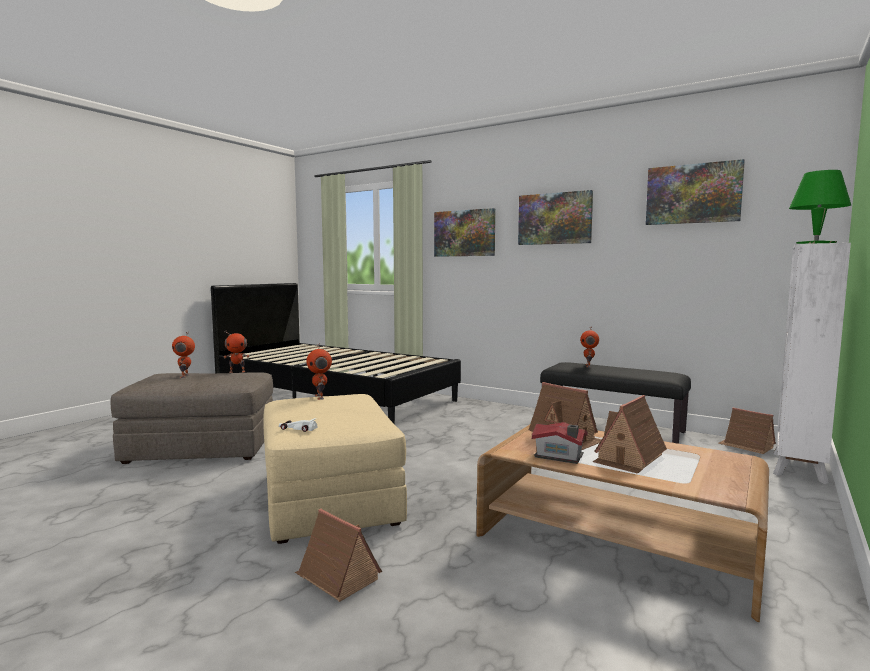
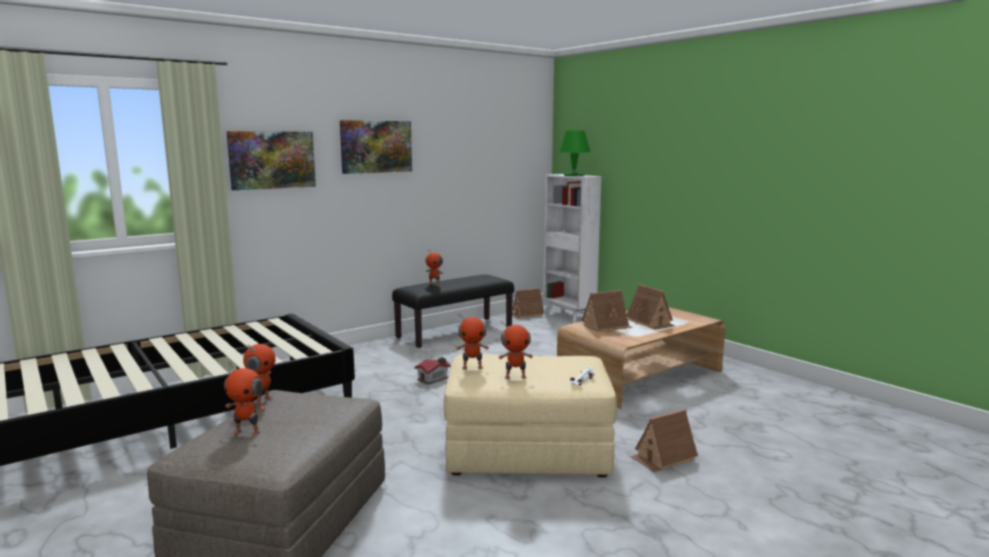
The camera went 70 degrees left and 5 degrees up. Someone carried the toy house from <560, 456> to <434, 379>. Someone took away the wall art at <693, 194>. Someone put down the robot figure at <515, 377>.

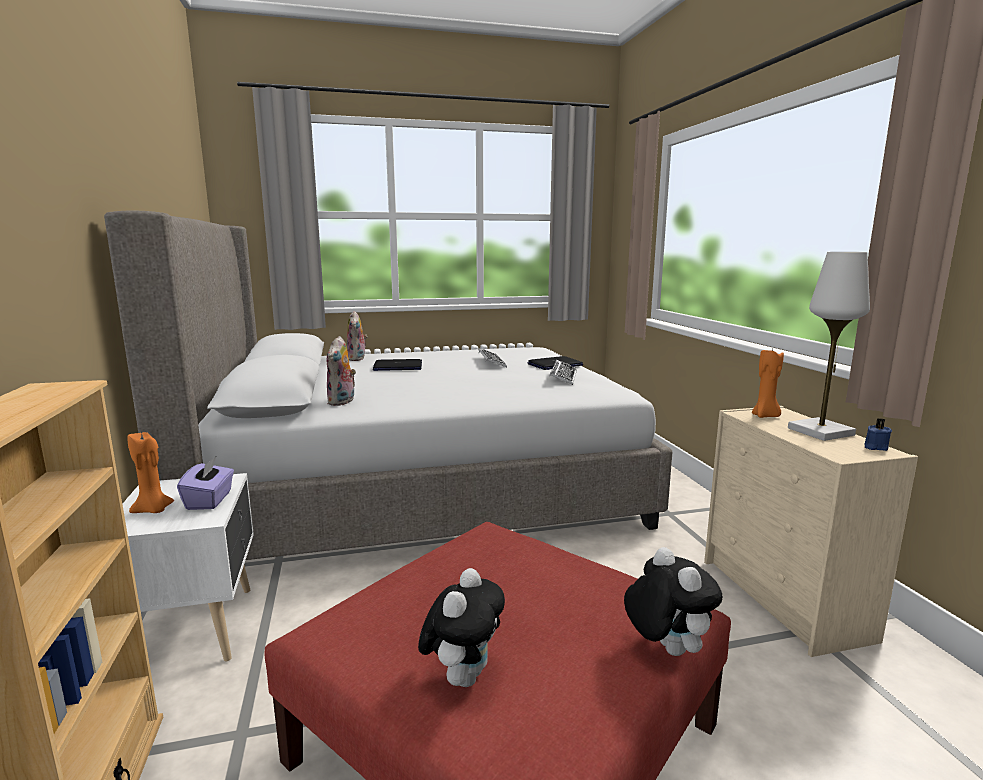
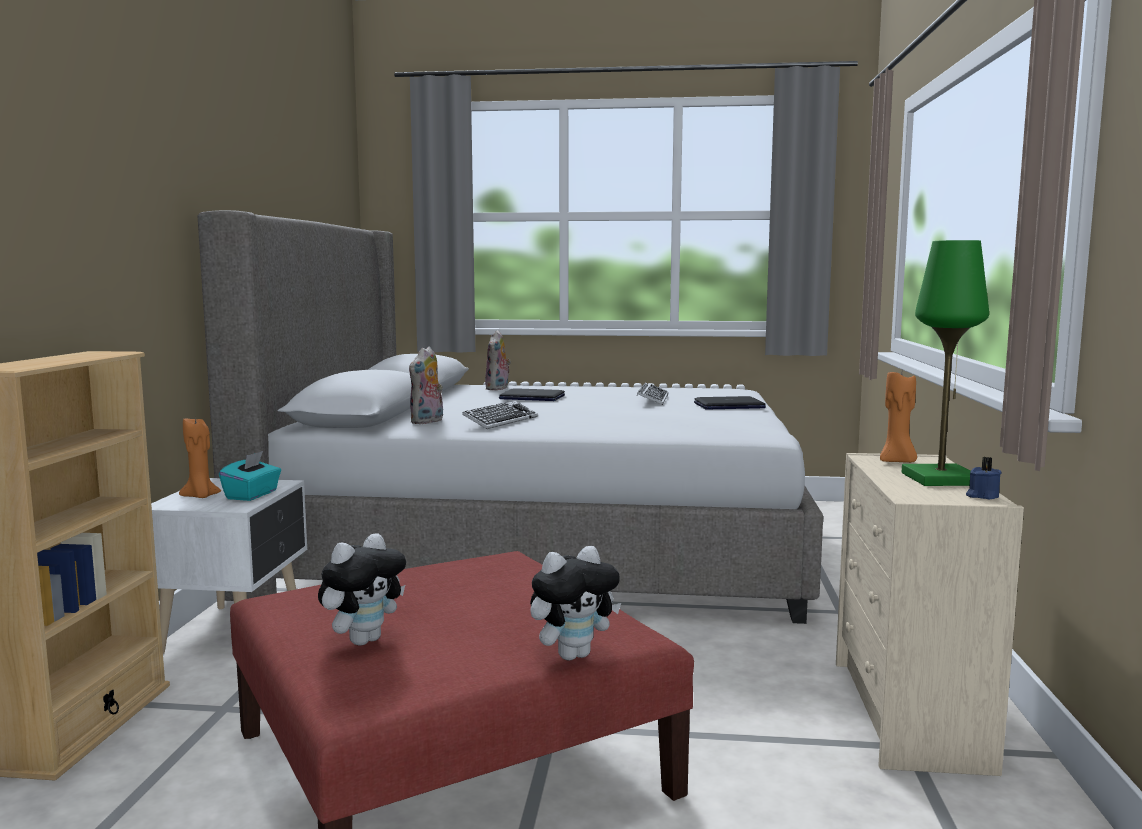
The camera went 20 degrees right and 5 degrees down. Someone repainted the purple-coloured tissue holder at <210, 500>, which became the turquoise-coloured tissue holder at <252, 495>. Someone carried the PC keyboard from <563, 376> to <500, 421>. Someone rotated the plush toy at <665, 648> by 60 degrees clockwise. Someone repainted the whitish table lamp at <820, 432>, which became the green table lamp at <940, 479>.

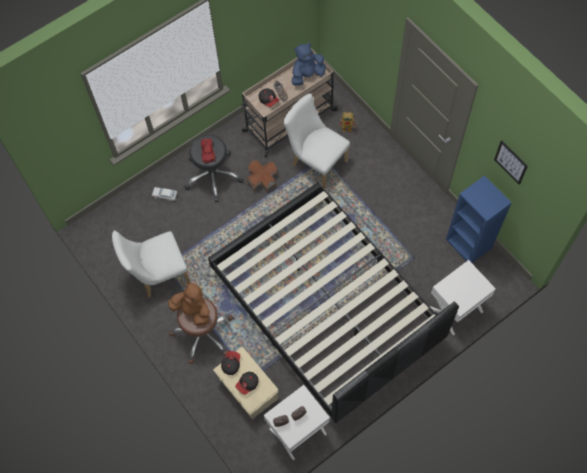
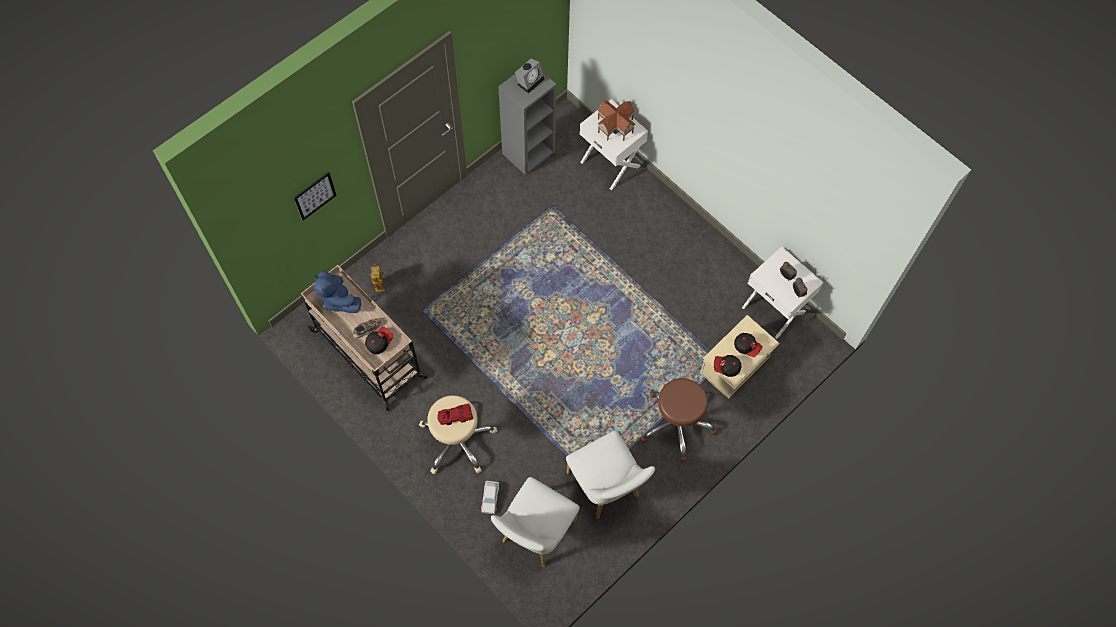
The camera went 100 degrees left and 0 degrees up. Someone took away the brown-coloured plush toy at <193, 310>. Someone repainted the black stool seat at <213, 176>, which became the sand-coloured stool seat at <457, 440>. Someone took away the black sleeping bed at <325, 306>. Someone carried the toy house from <262, 180> to <616, 126>. Someone carried the whitish plain chair from <316, 161> to <535, 535>. Someone repainted the blue bookshelf at <469, 243>, which became the grey bookshelf at <528, 152>. Someone carried the wall art from <511, 162> to <315, 196>. Someone put down the table clock at <530, 80>.

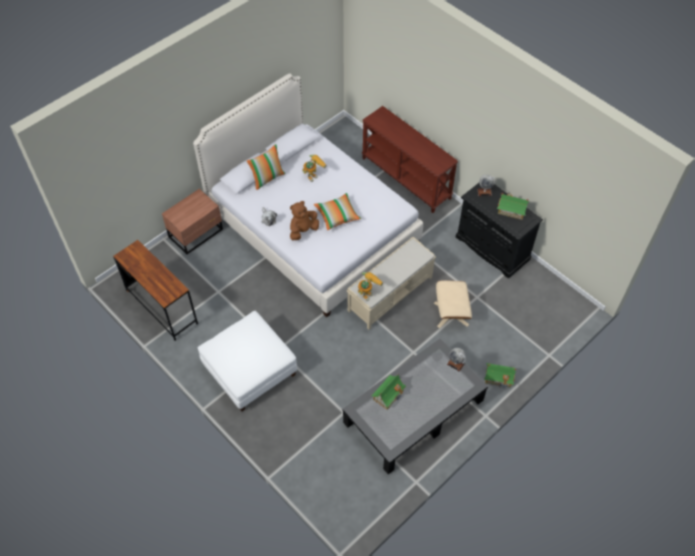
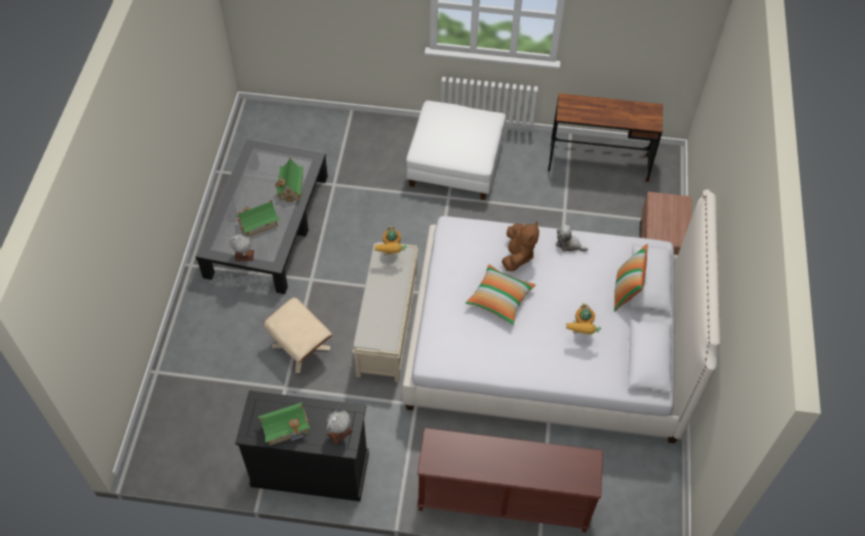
The camera went 140 degrees right and 0 degrees up. Someone carried the toy house from <498, 378> to <258, 224>.

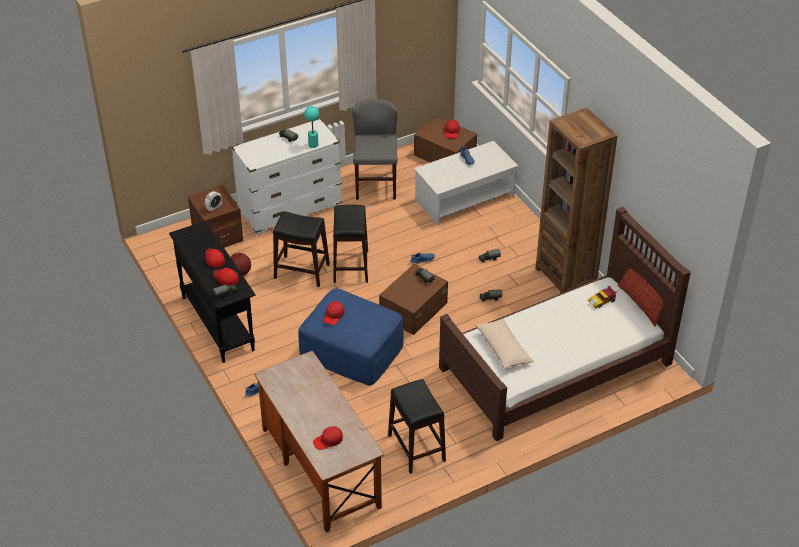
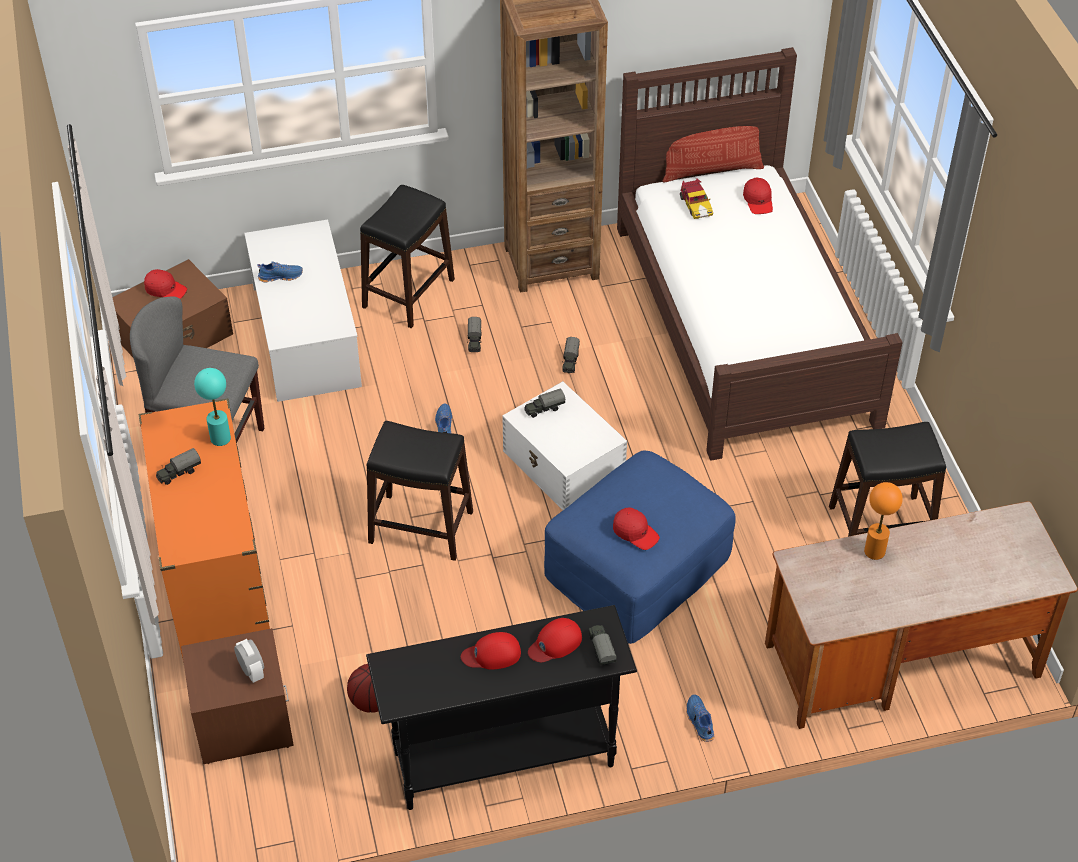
The camera went 75 degrees left and 5 degrees up. Someone repainted the whitish chest of drawers at <290, 209>, which became the orange chest of drawers at <218, 589>. Someone carried the black stool seat from <301, 271> to <408, 293>. Someone carried the red peaked cap from <328, 440> to <758, 200>. Someone repainted the brown-coloured storage bin at <412, 310>, which became the whitish storage bin at <564, 465>. Someone took away the sand-coloured cushion at <503, 348>. Someone put down the orange table lamp at <875, 551>.

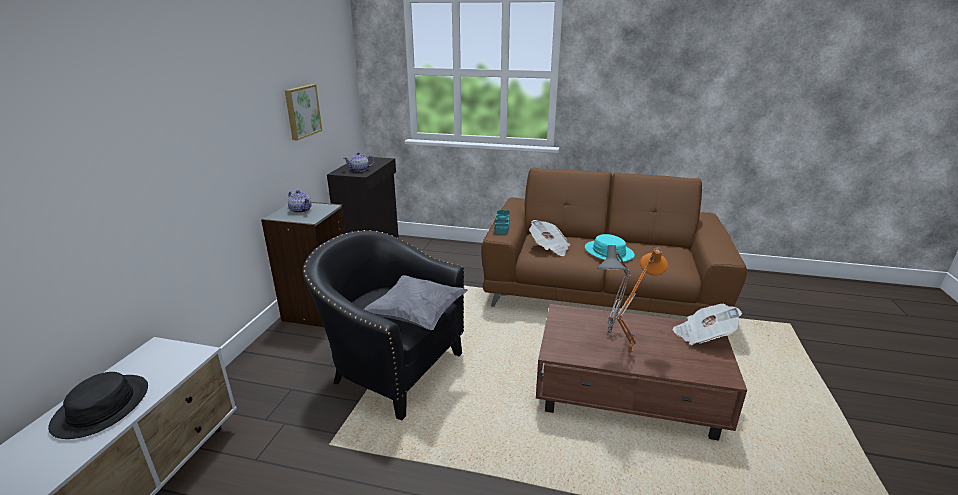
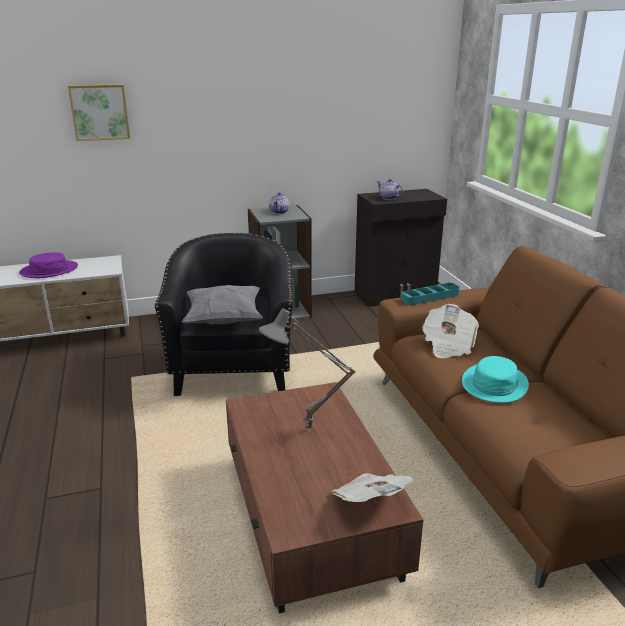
The camera went 60 degrees right and 0 degrees up. Someone repainted the black clothing hat at <101, 407>, which became the purple-coloured clothing hat at <49, 270>. Someone carried the wall art from <301, 111> to <100, 112>. Someone took away the orange table lamp at <628, 353>.

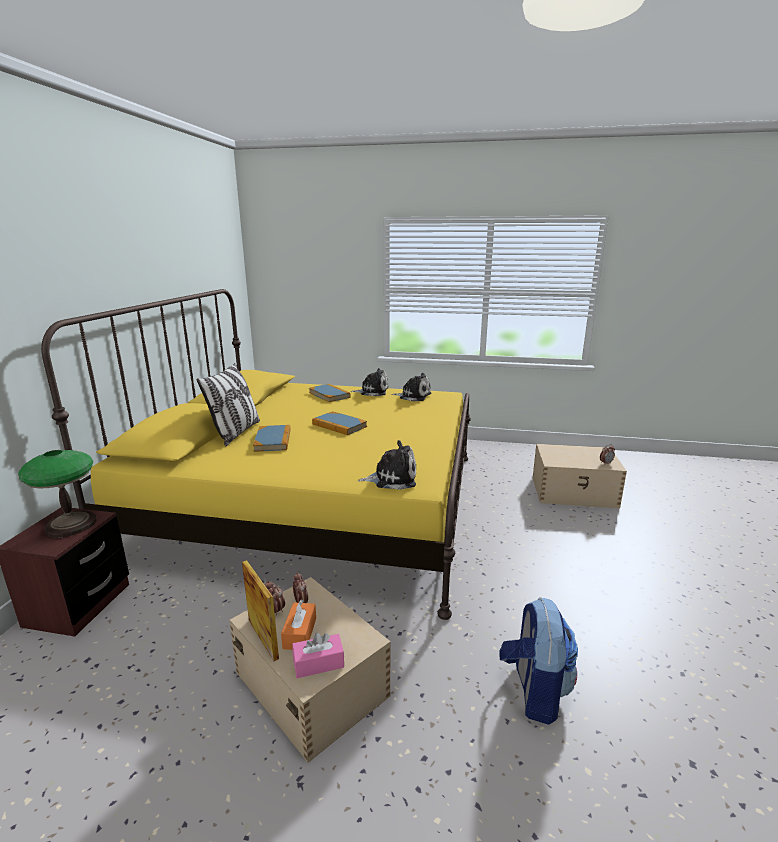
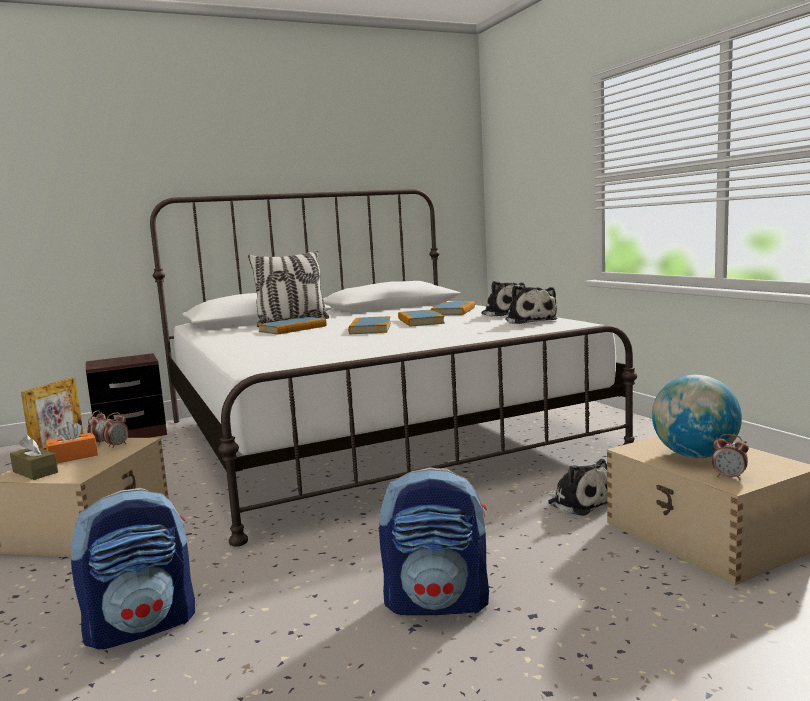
The camera went 55 degrees right and 10 degrees down. Someone took away the table lamp at <70, 525>. Someone repainted the yellow sleeping bed at <316, 504>, which became the whitish sleeping bed at <372, 434>. Someone repainted the pink-coloured tissue holder at <318, 663>, which became the brown-coloured tissue holder at <35, 472>. Someone carried the plush toy from <392, 478> to <578, 502>. Someone put down the rucksack at <438, 602>. Someone put down the bound book at <420, 321>. Someone put down the globe at <695, 456>.

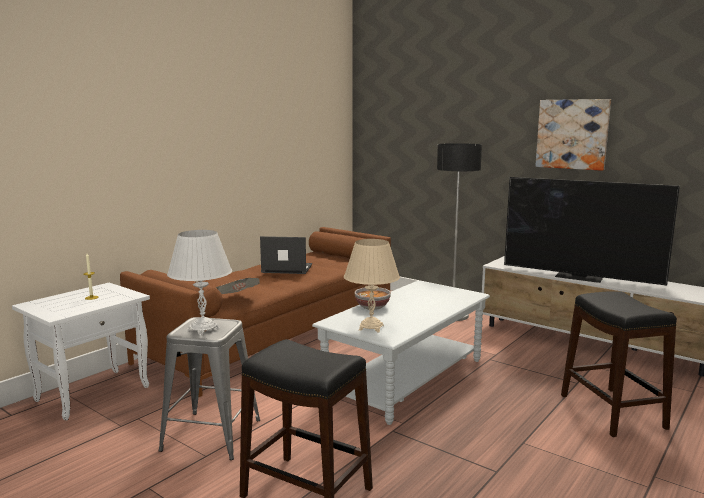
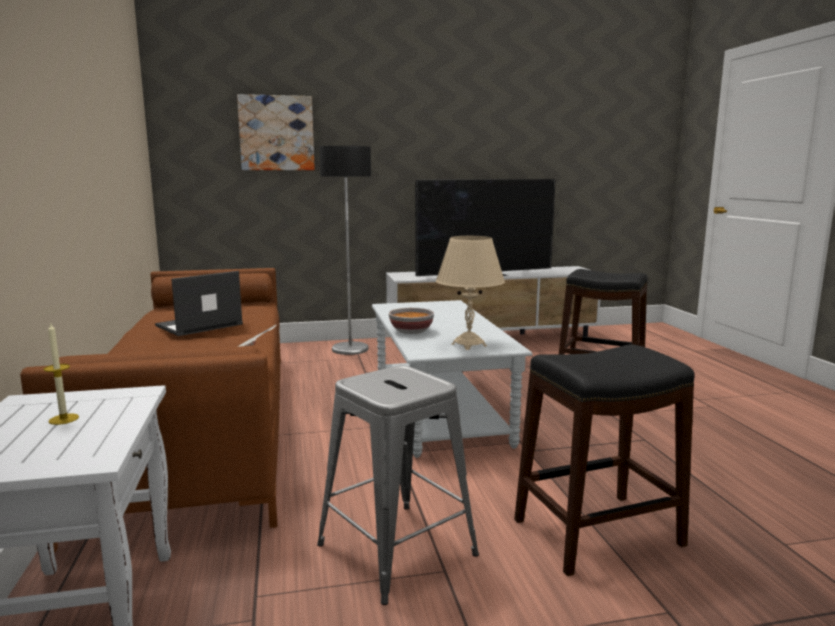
The camera went 50 degrees left and 0 degrees up. Someone took away the whitish table lamp at <203, 329>. Someone carried the wall art from <572, 134> to <276, 133>.

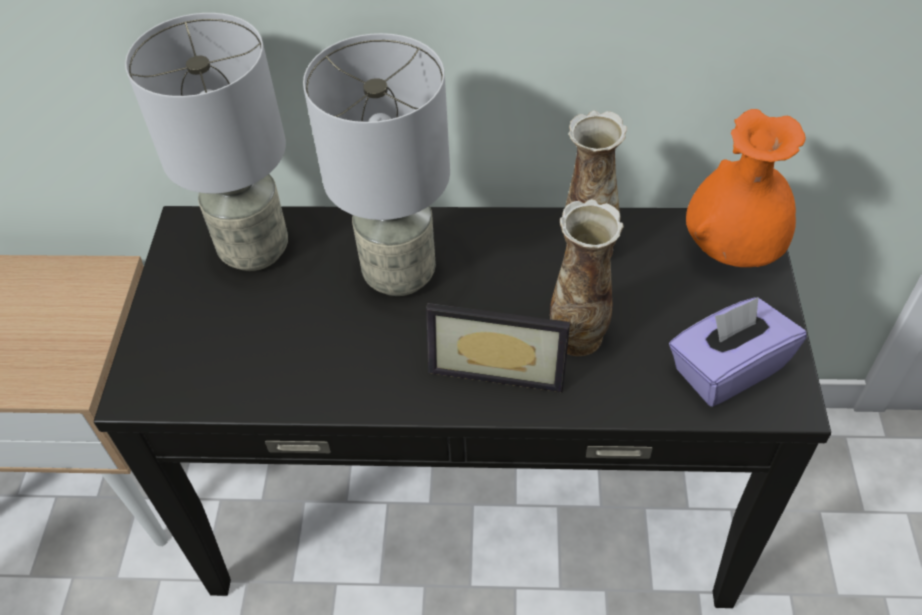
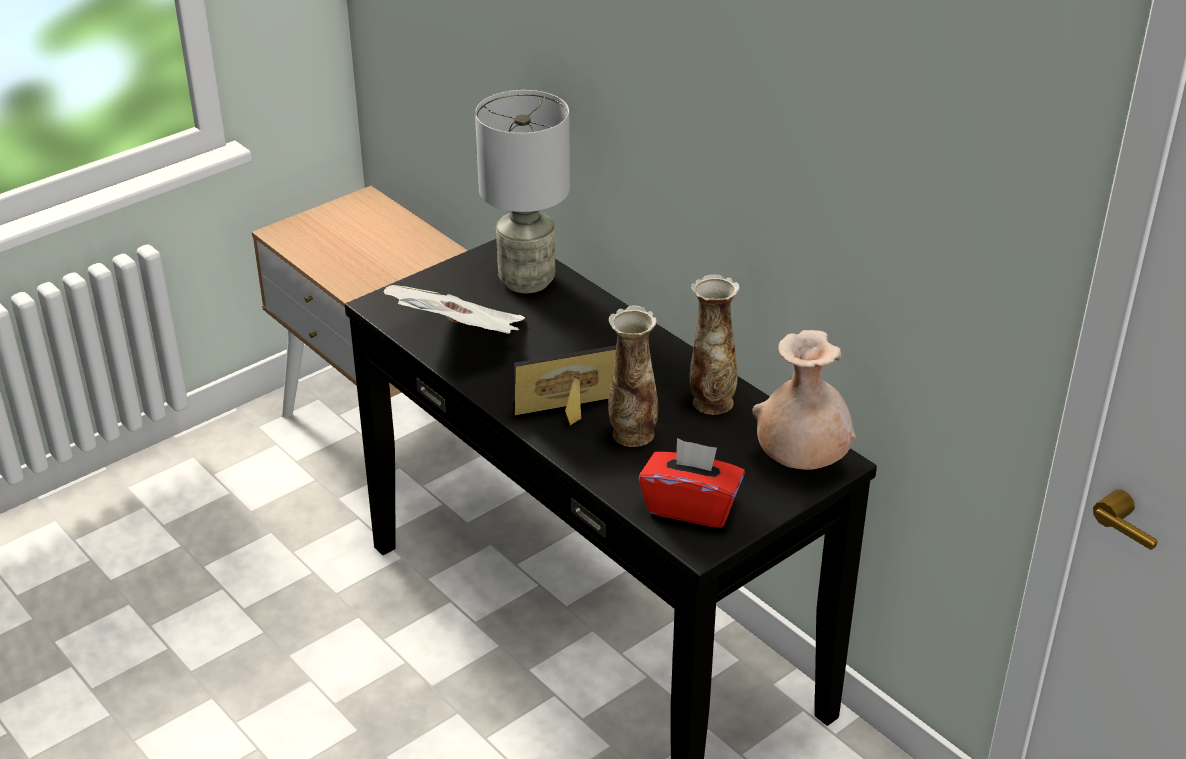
The camera went 45 degrees right and 15 degrees down. Someone took away the grey table lamp at <401, 274>. Someone rotated the standing frame at <498, 362> by 105 degrees clockwise. Someone repainted the purple-coloured tissue holder at <726, 369>, which became the red tissue holder at <691, 506>. Someone repainted the orange flower vase at <731, 250>, which became the sand-coloured flower vase at <801, 462>. Someone put down the printed paper at <461, 340>.

